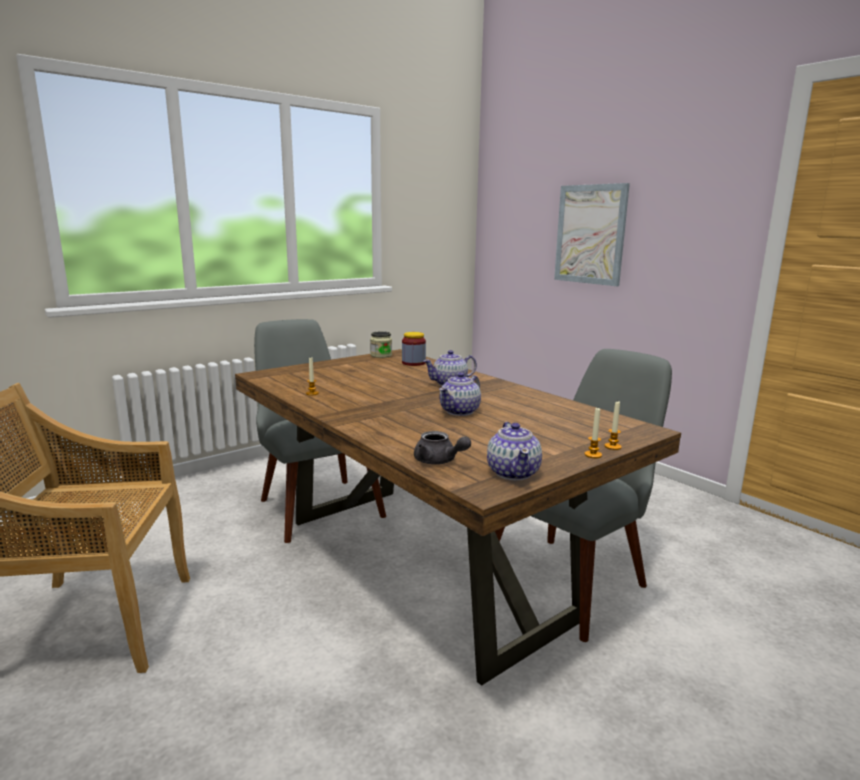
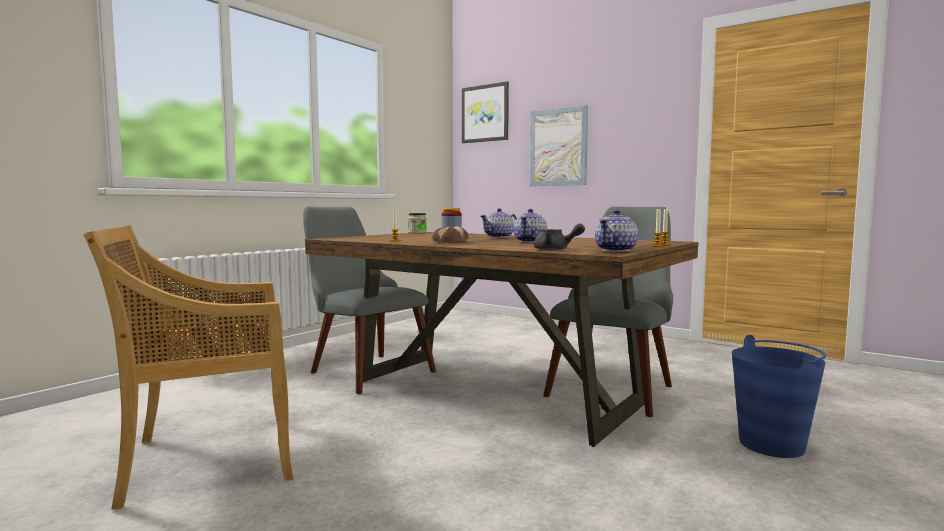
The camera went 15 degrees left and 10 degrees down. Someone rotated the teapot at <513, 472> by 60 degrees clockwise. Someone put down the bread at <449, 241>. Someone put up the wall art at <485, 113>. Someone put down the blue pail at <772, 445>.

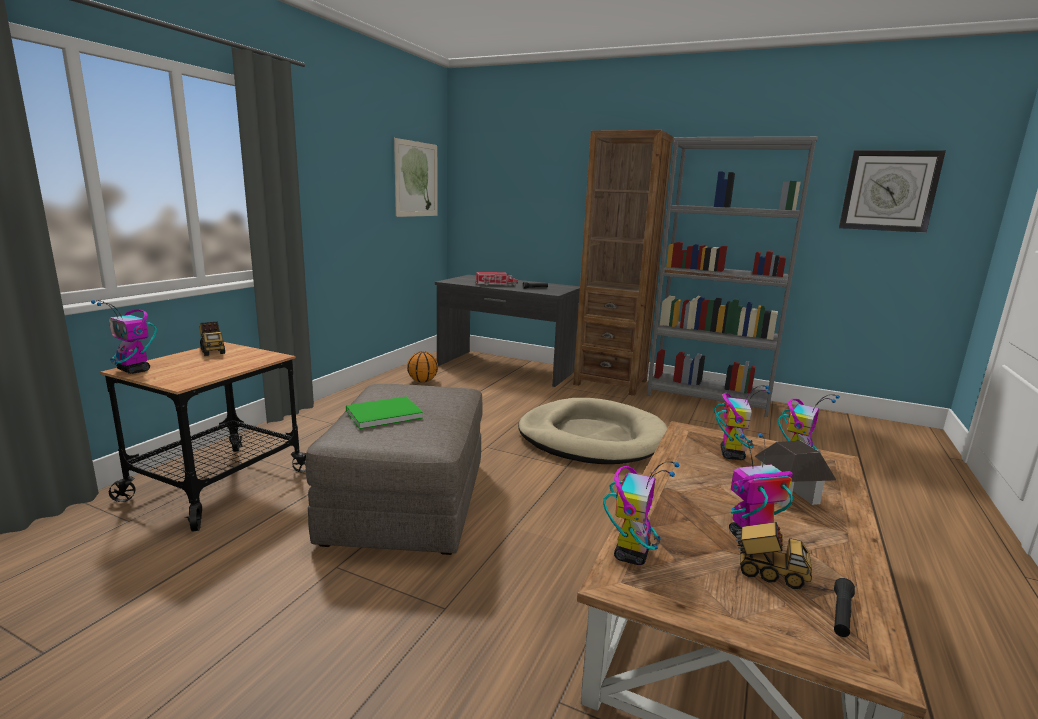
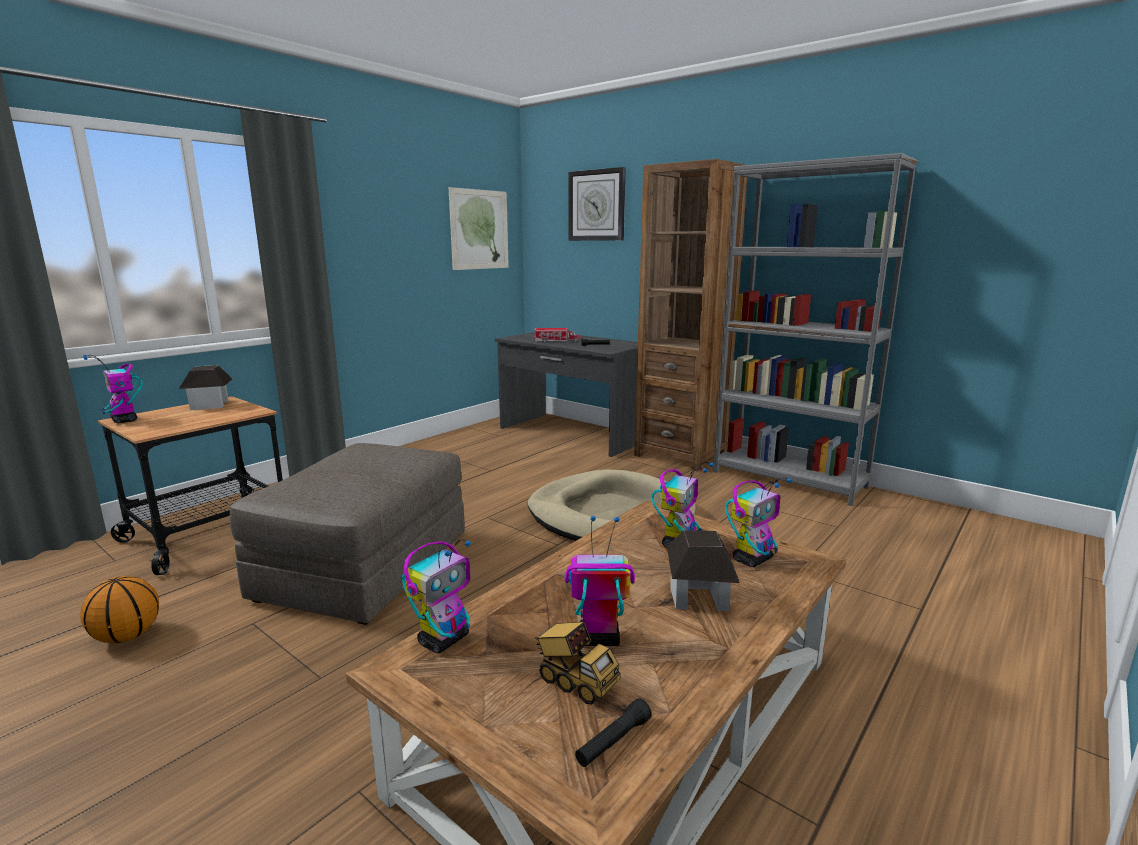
The camera went 15 degrees right and 0 degrees up. Someone swapped the model truck at <212, 351> for the toy house at <210, 405>. Someone took away the green bound book at <381, 414>. Someone carried the basketball ball from <422, 381> to <127, 637>. Someone carried the hanging clock from <889, 191> to <596, 205>.

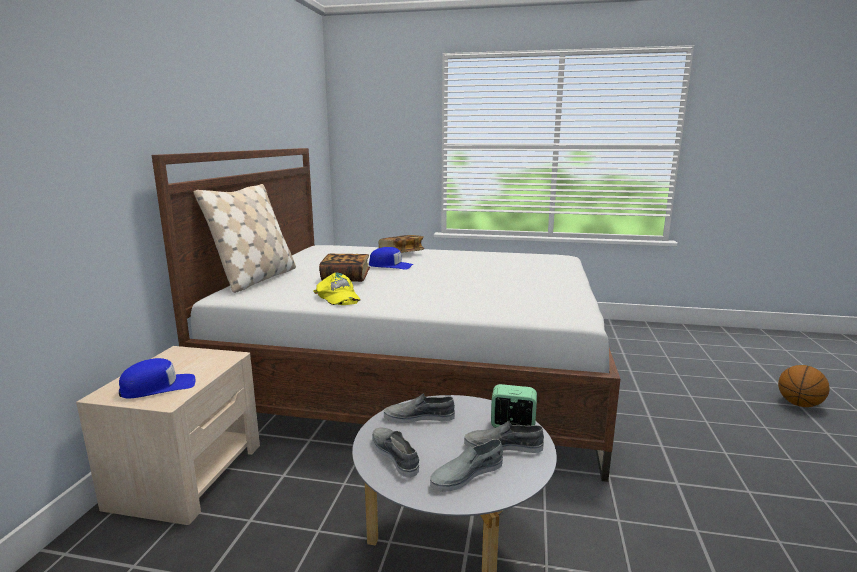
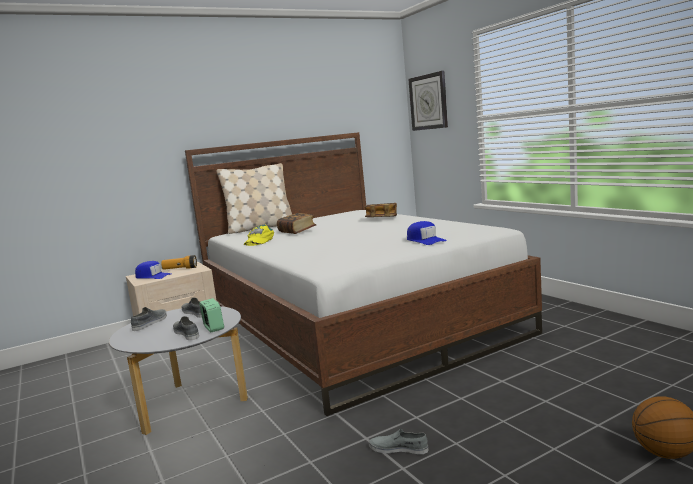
The camera went 50 degrees right and 5 degrees down. Someone carried the blue peaked cap from <390, 265> to <425, 240>. Someone carried the grey item of footwear from <466, 474> to <398, 448>. Someone put down the torch at <180, 269>. Someone put up the hanging clock at <428, 102>.

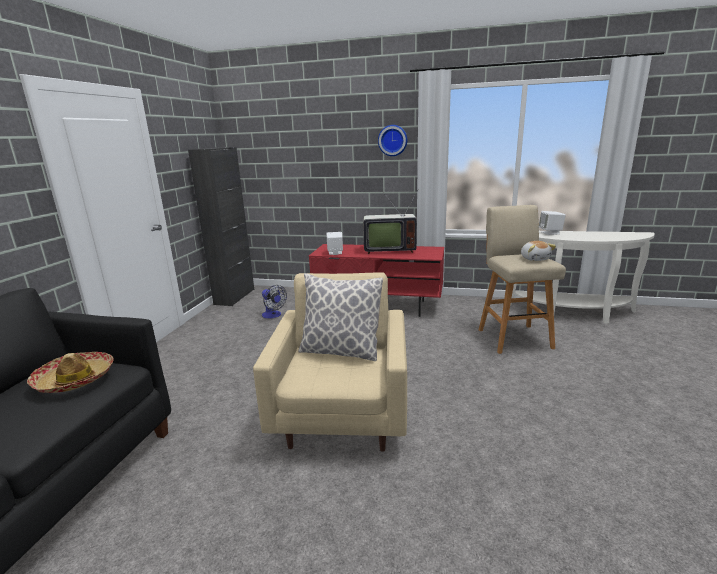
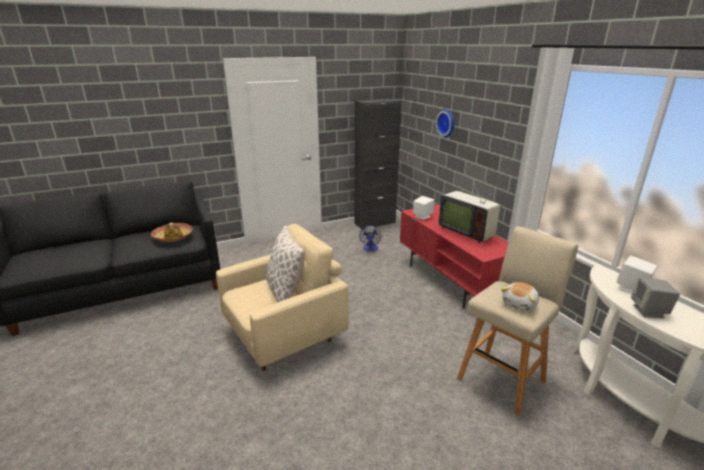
The camera went 50 degrees right and 5 degrees up. Someone carried the hanging clock from <393, 140> to <447, 123>. Someone put down the grey loudspeaker at <649, 311>.

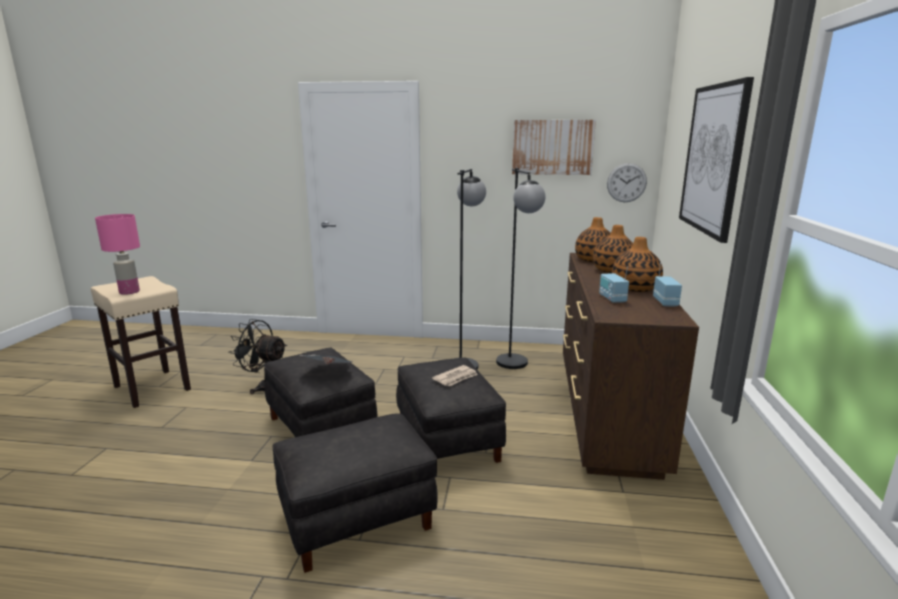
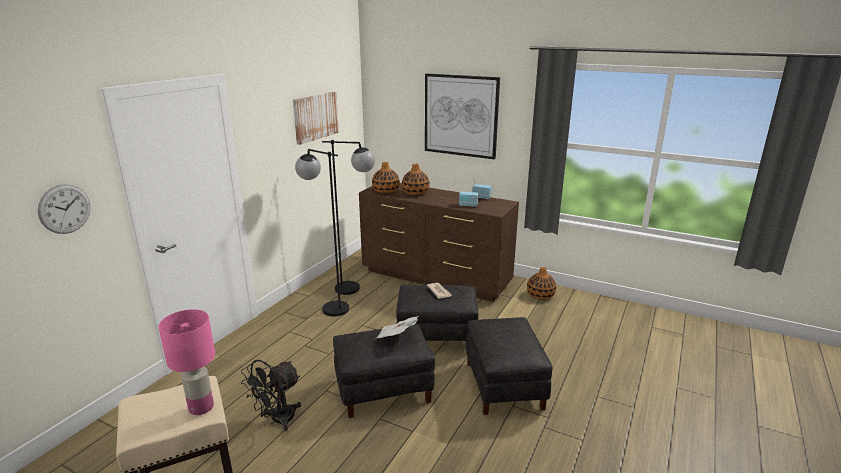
The camera went 70 degrees left and 5 degrees up. Someone carried the hanging clock from <626, 182> to <64, 209>. Someone carried the flower vase from <635, 288> to <540, 295>.

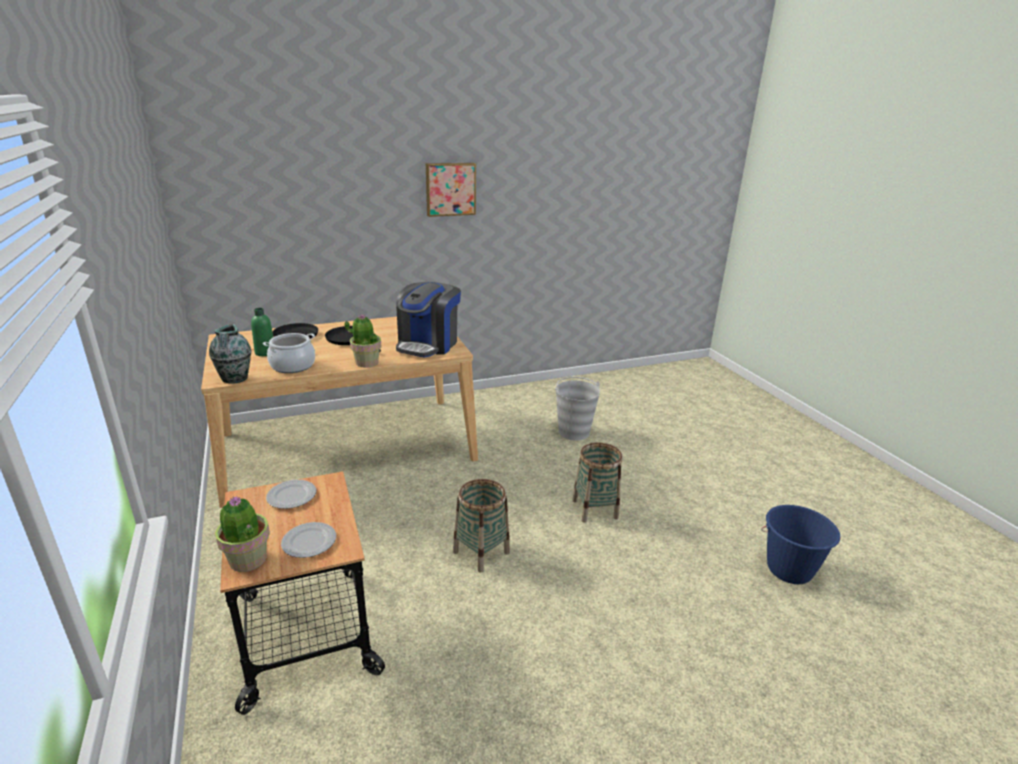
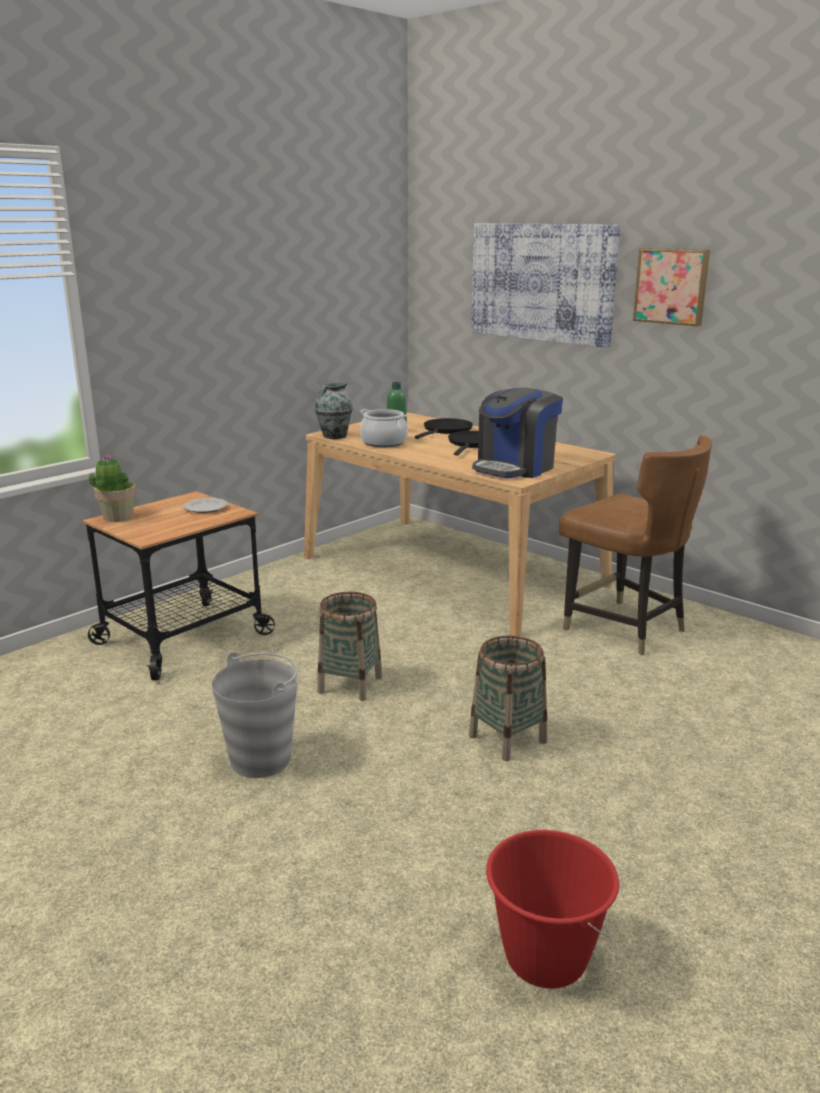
The camera went 65 degrees right and 5 degrees down. Someone took away the flat dish at <310, 542>. Someone took away the houseplant at <367, 362>. Someone rotated the coffee machine at <428, 344> by 45 degrees counterclockwise. Someone carried the grey pail from <573, 432> to <261, 760>. Someone repainted the blue pail at <789, 570>, which became the red pail at <545, 958>. Someone put up the wall art at <543, 282>. Someone put down the brown-coloured plain chair at <625, 628>.

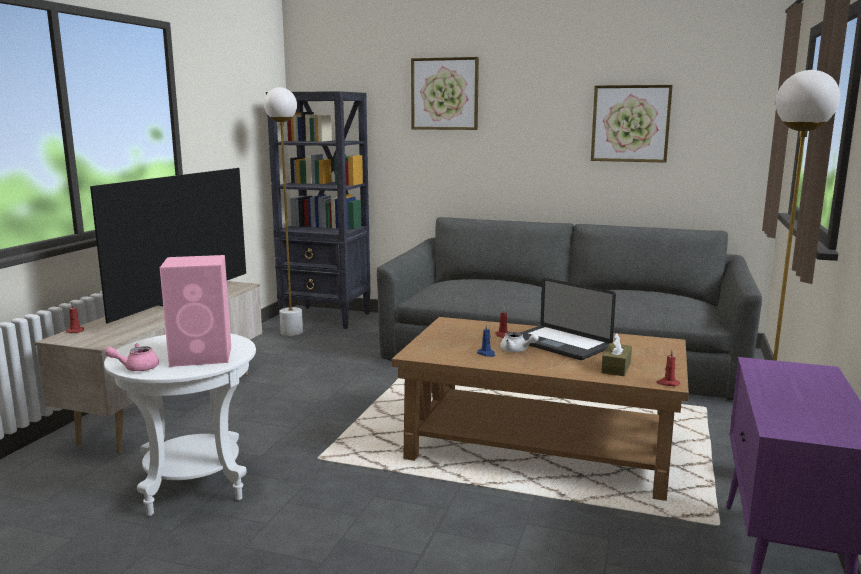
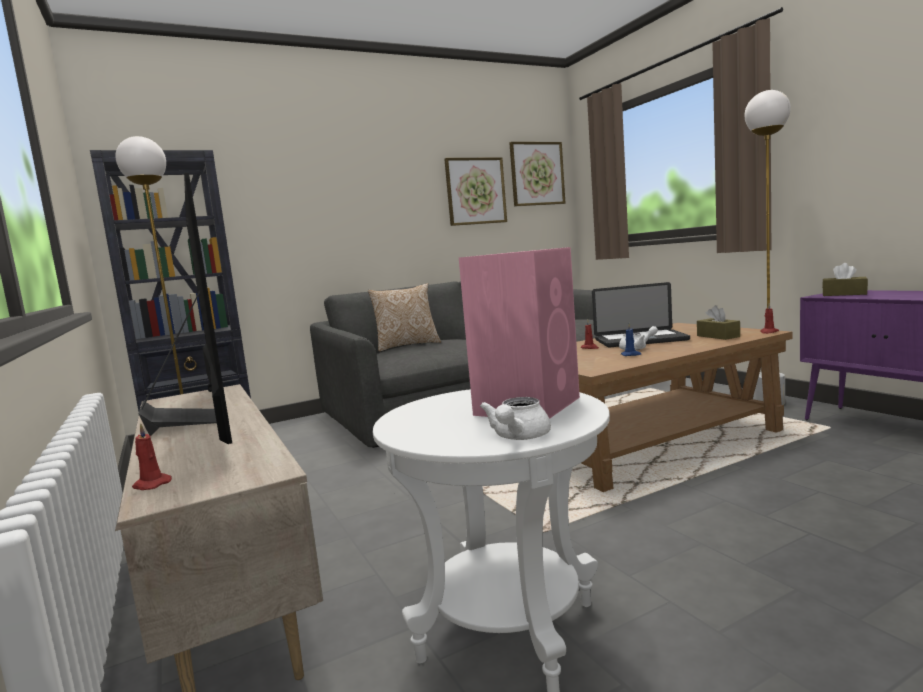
The camera went 45 degrees left and 5 degrees down. Someone repainted the pink-coloured teapot at <136, 368>, which became the whitish teapot at <518, 437>. Someone carried the wall art from <444, 94> to <537, 174>. Someone put down the cushion at <407, 345>. Someone put down the brown-coloured tissue holder at <844, 294>.

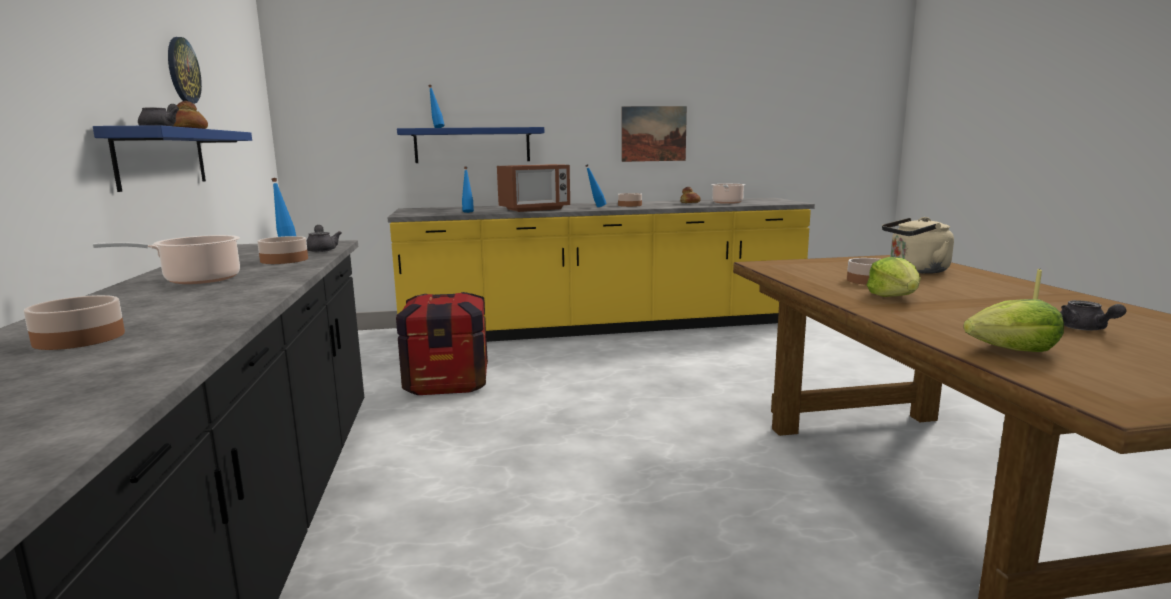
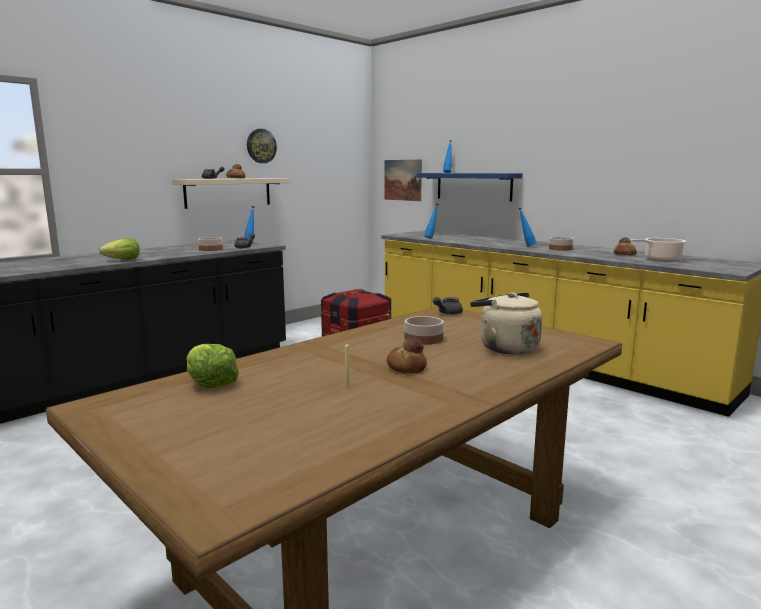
The camera went 55 degrees right and 0 degrees up. Someone took away the deep dish at <78, 339>. Someone repainted the blue shelf at <162, 158>, which became the sand-coloured shelf at <228, 192>. Someone took away the cooking pot at <197, 280>. Someone took away the kitchen microwave at <534, 209>. Someone carried the wall art from <653, 134> to <402, 180>. Someone carried the head of lettuce from <894, 297> to <123, 260>. Someone carried the grey teapot from <1085, 329> to <447, 313>. Someone put down the bread at <407, 368>.

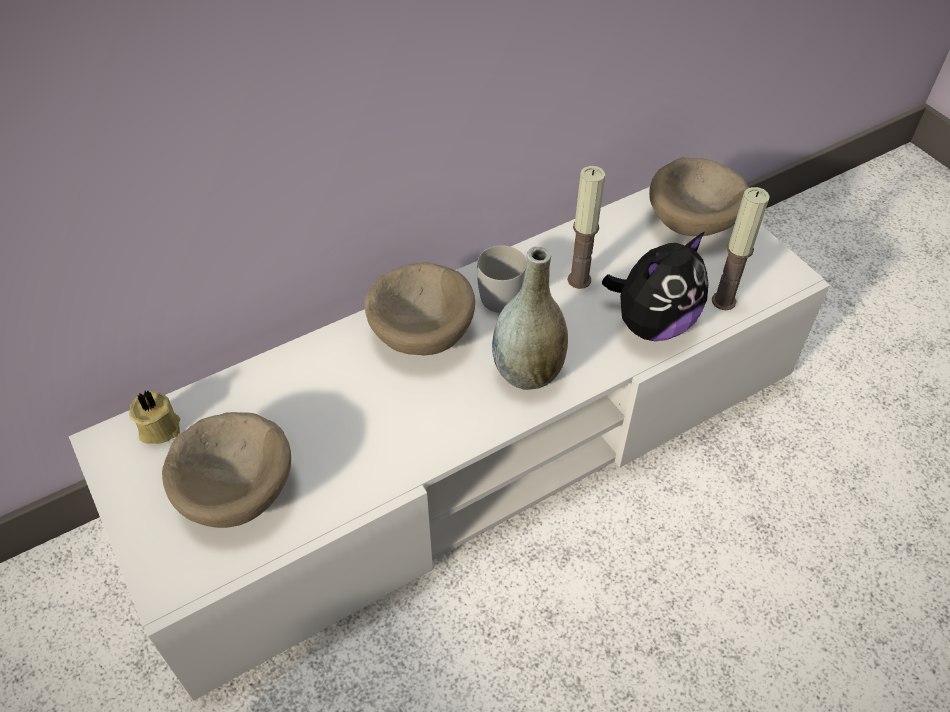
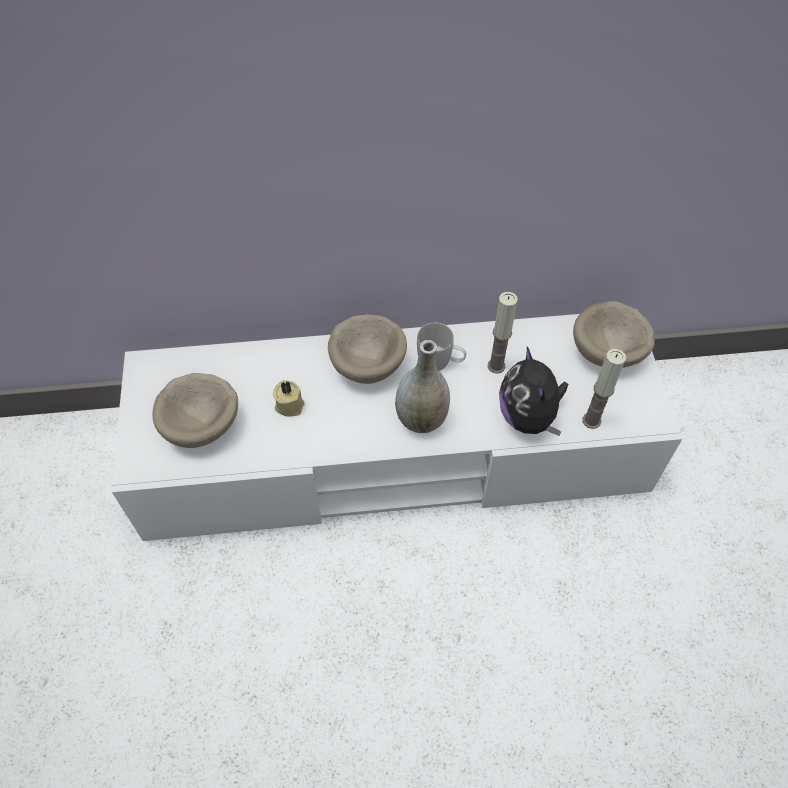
The camera went 25 degrees right and 5 degrees up. Someone carried the sand-coloured candle from <158, 427> to <289, 404>. Someone rotated the plush toy at <652, 323> by 90 degrees clockwise.

